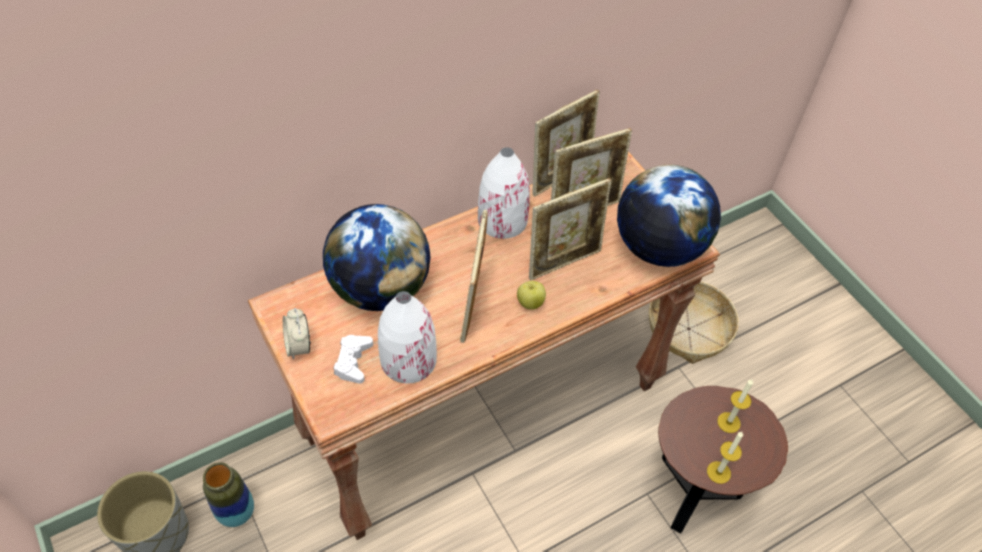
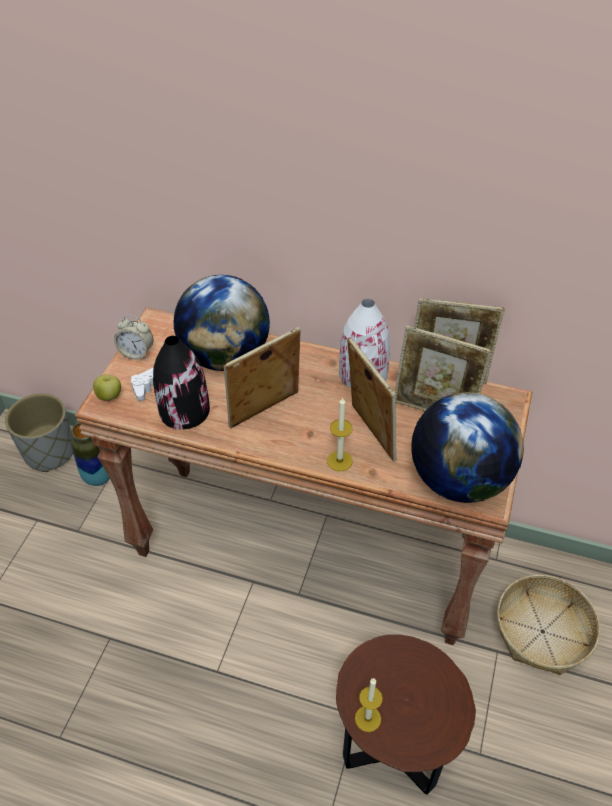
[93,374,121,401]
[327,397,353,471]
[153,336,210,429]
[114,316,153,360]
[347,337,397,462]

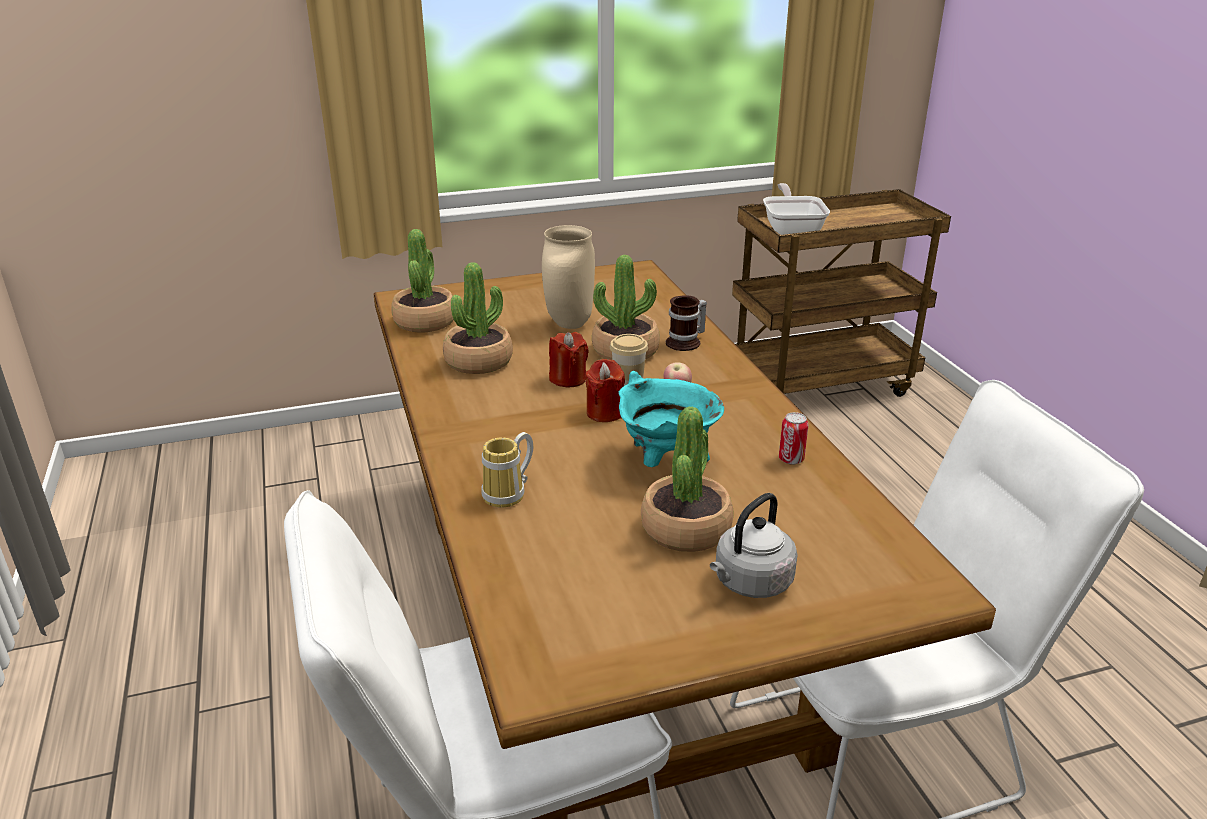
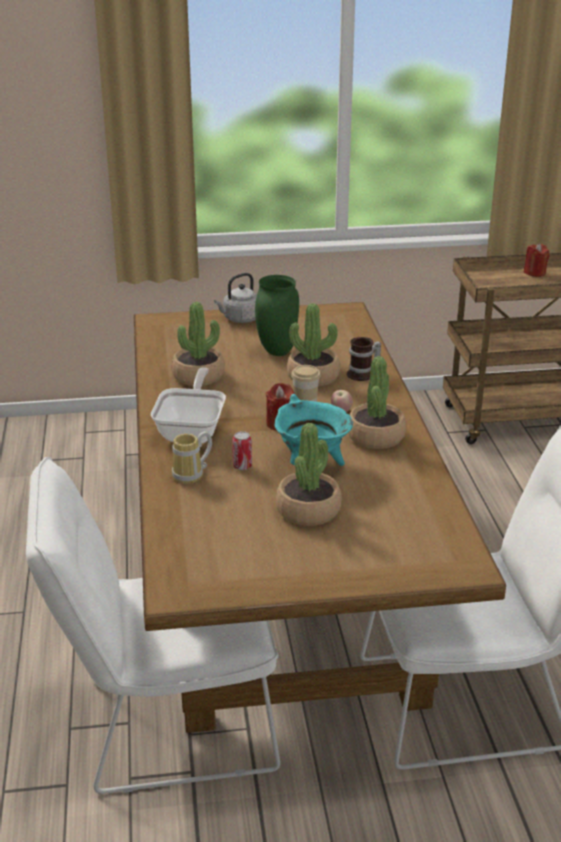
[348,356,406,449]
[523,243,550,277]
[214,273,257,323]
[151,368,226,444]
[232,431,252,470]
[255,275,299,356]

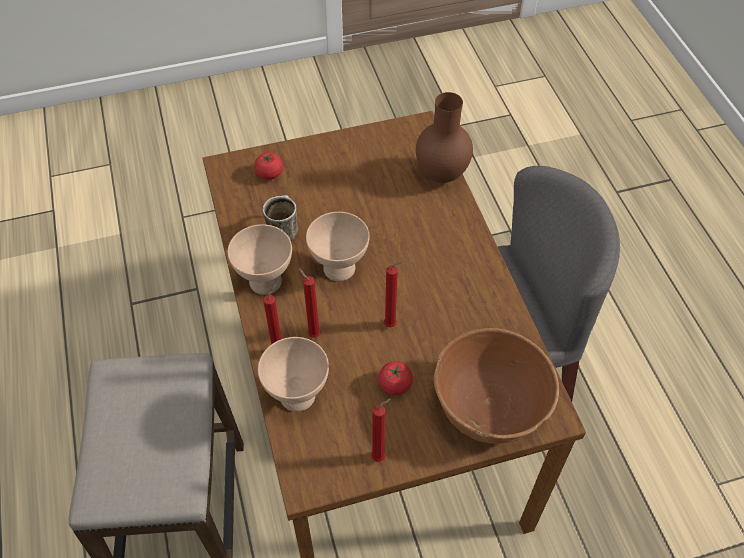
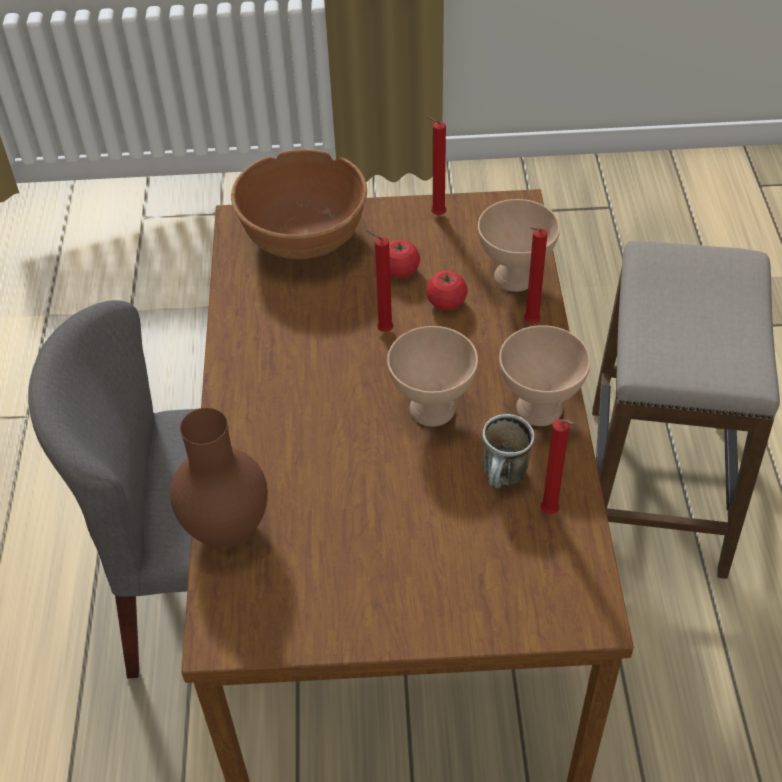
[426,271,468,310]
[541,419,575,514]

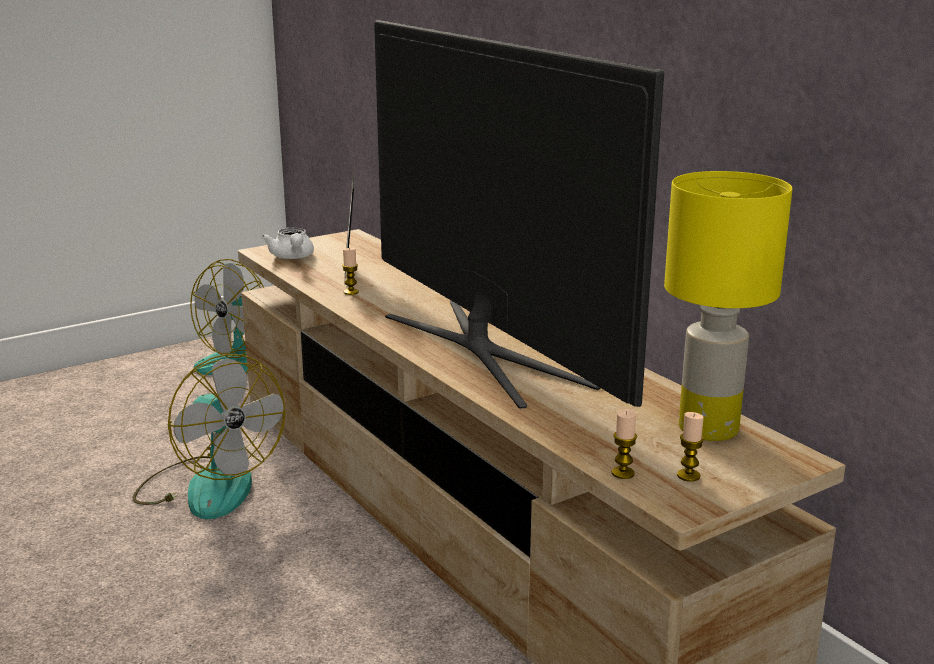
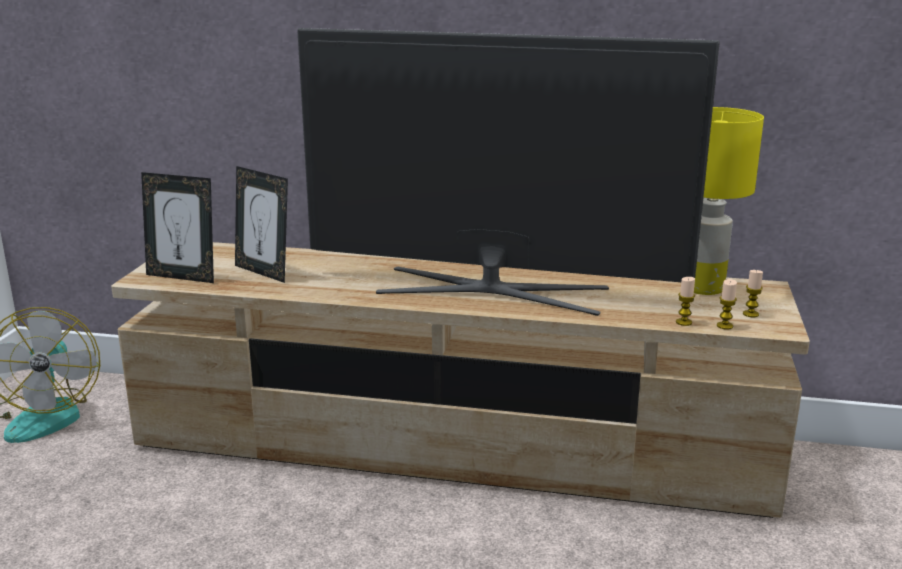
[133,354,285,519] (first image)
[676,277,695,326]
[141,172,214,283]

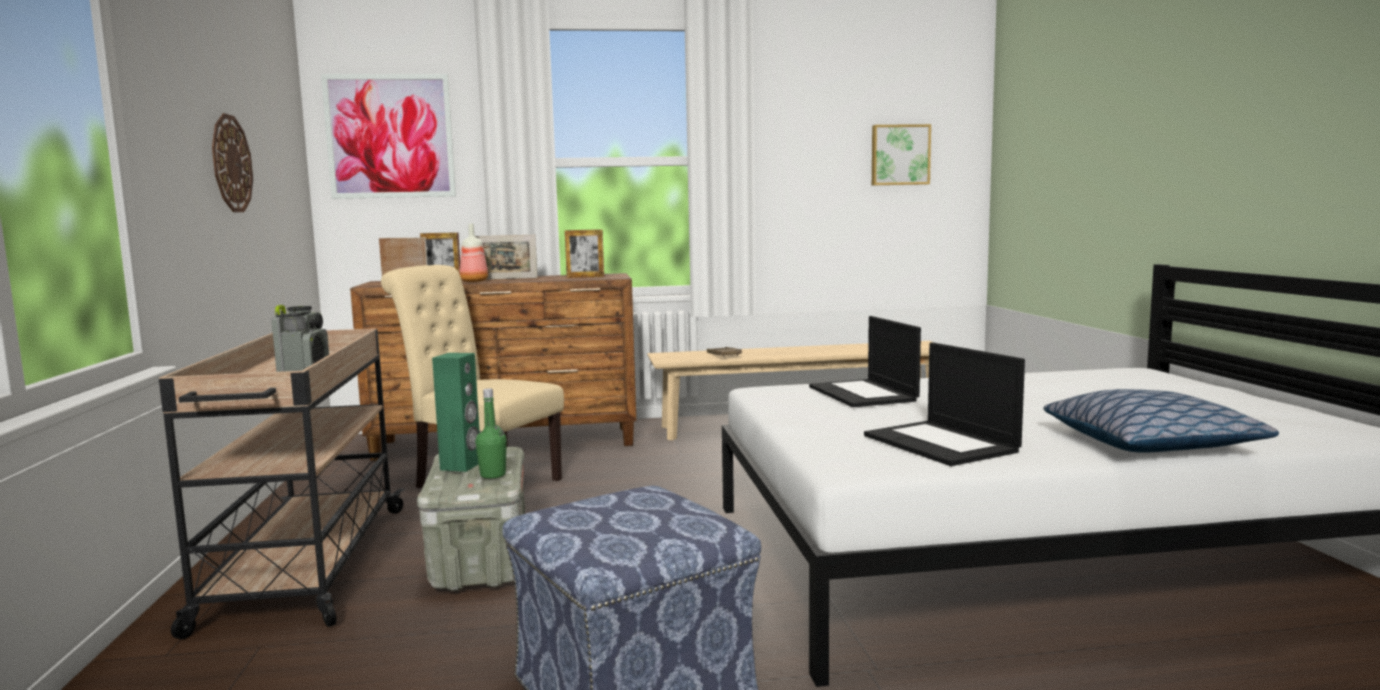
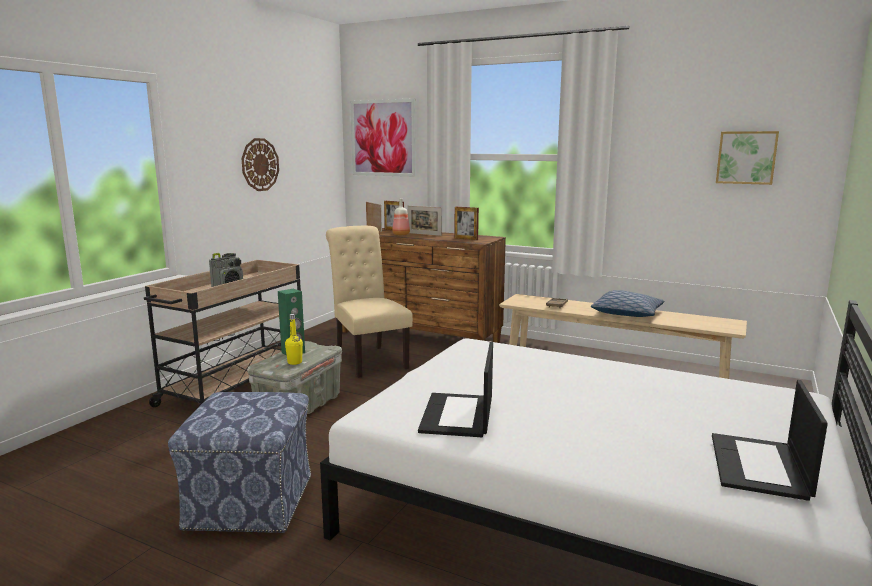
[712,380,828,501]
[591,290,664,317]
[285,314,303,365]

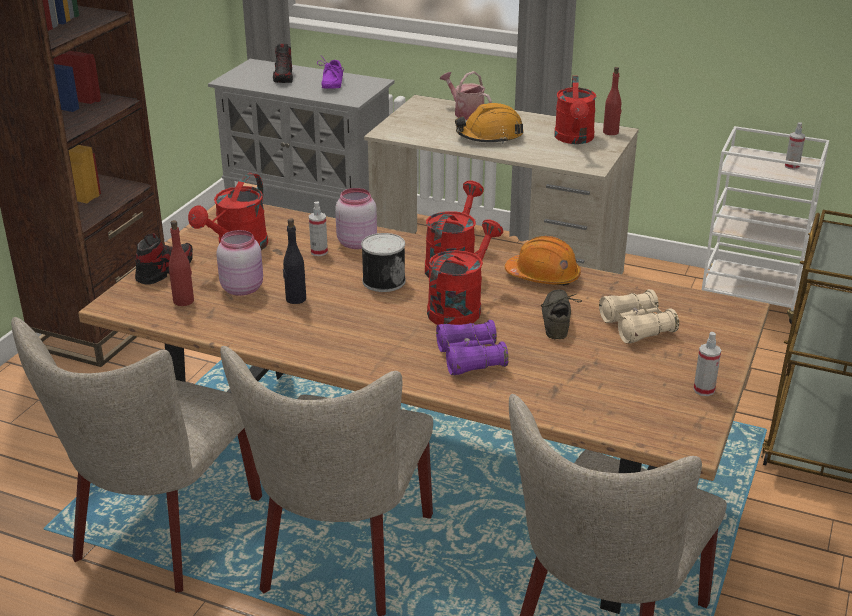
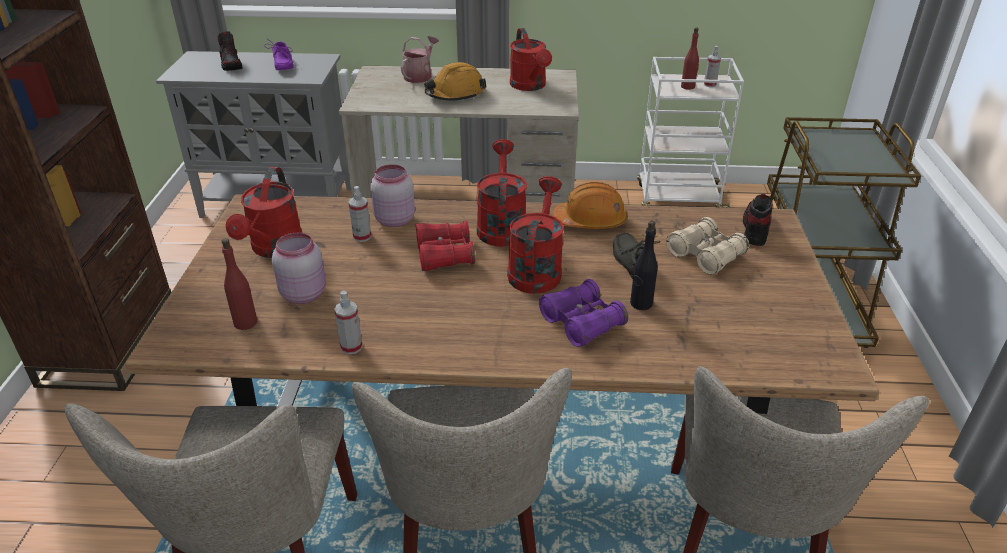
[743,194,773,246]
[630,221,658,310]
[681,28,699,90]
[334,291,363,355]
[416,221,475,271]
[401,36,439,83]

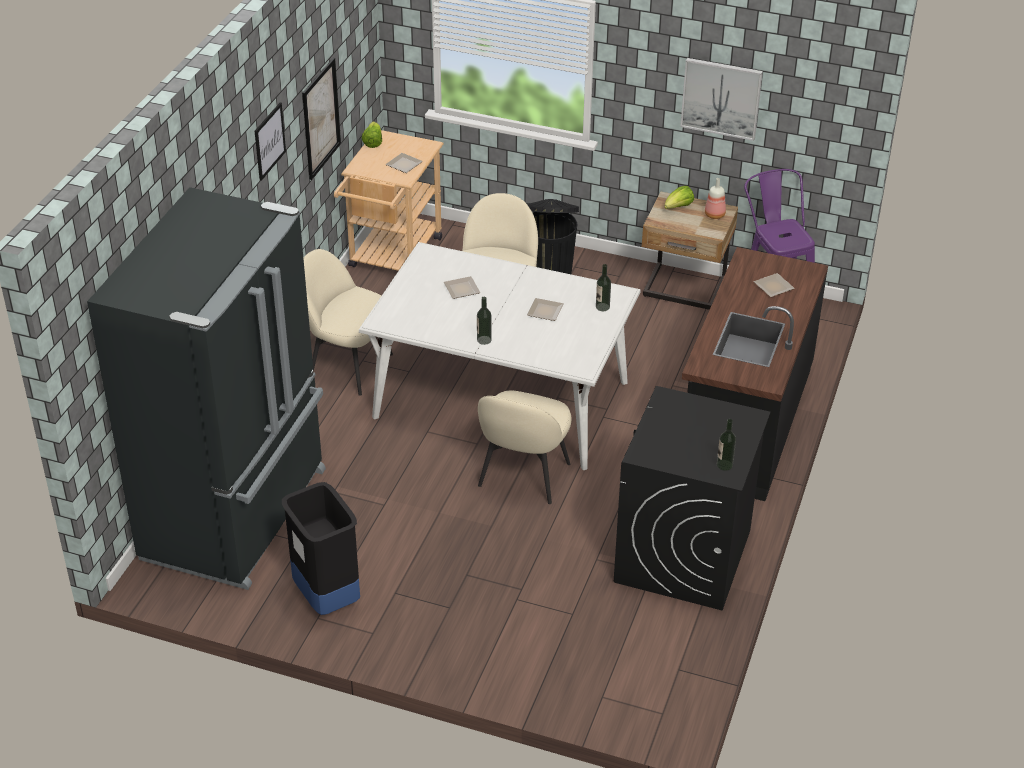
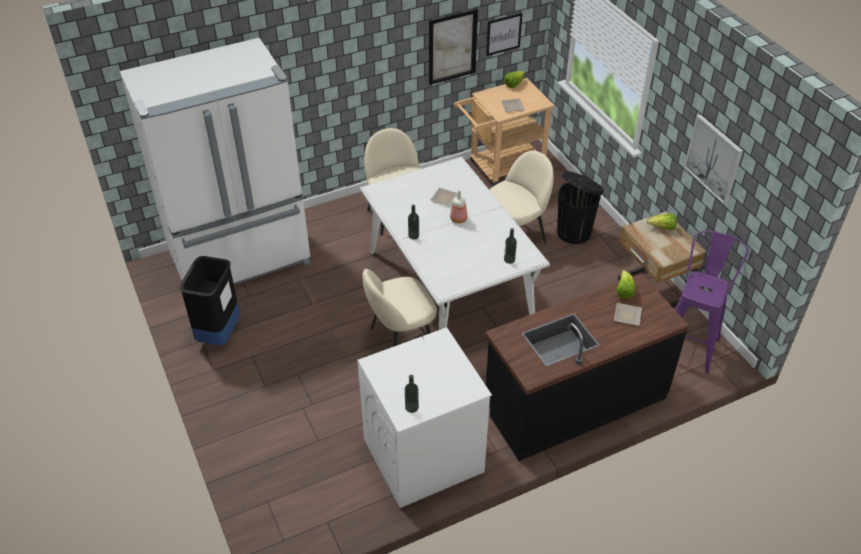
[527,298,564,321] (first image)
[616,270,636,299]
[486,13,523,56]
[450,191,468,223]
[120,38,310,285]
[357,327,492,508]

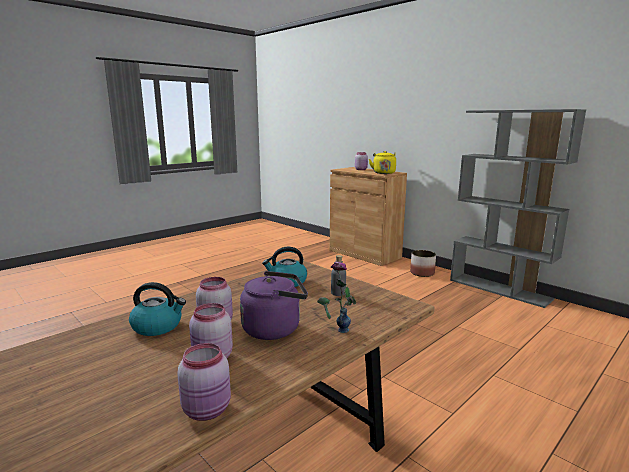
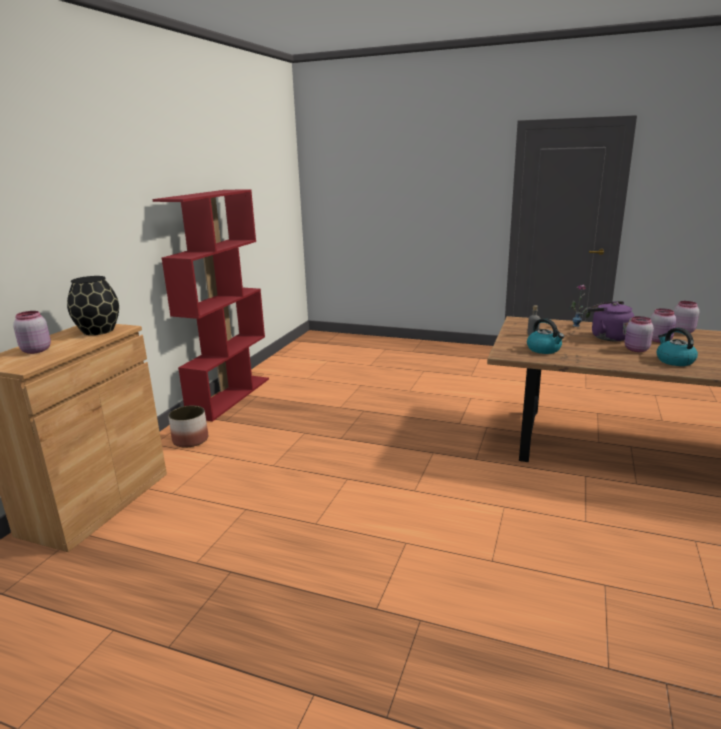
[67,276,119,335]
[153,190,269,422]

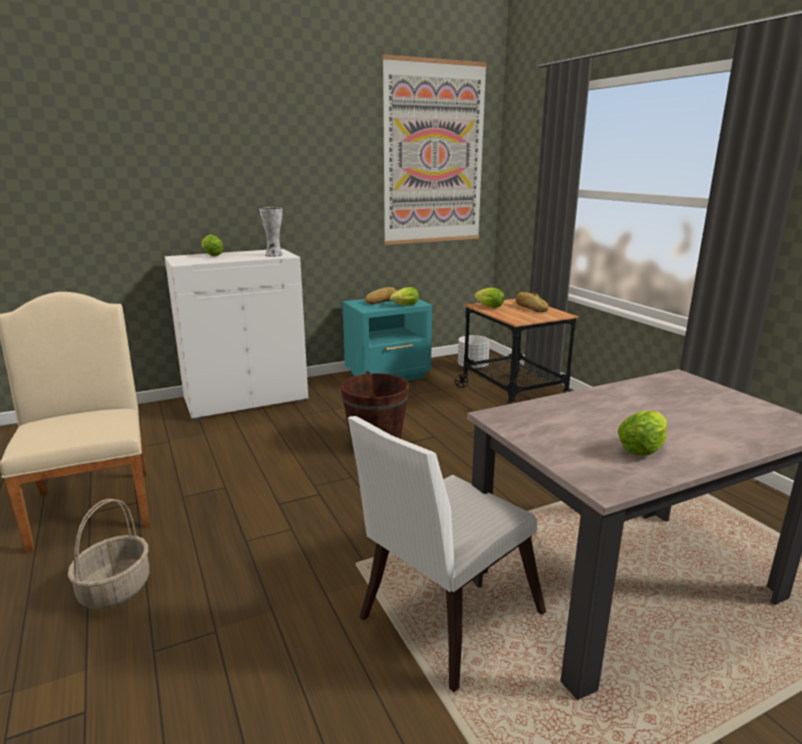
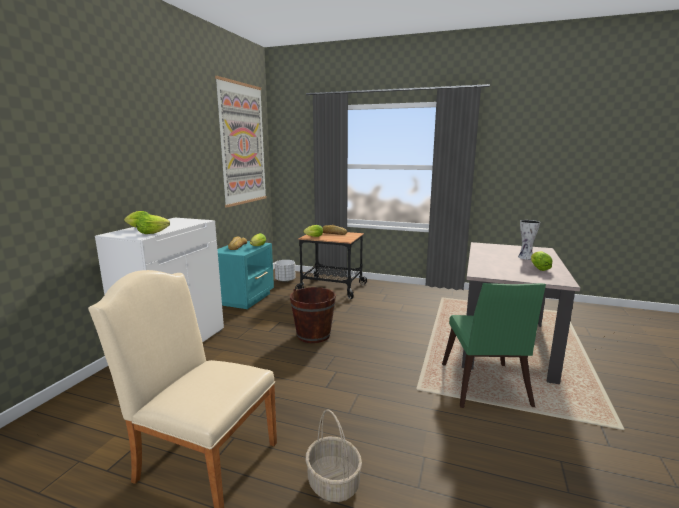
[136,215,170,234]
[518,220,540,260]
[442,283,546,408]

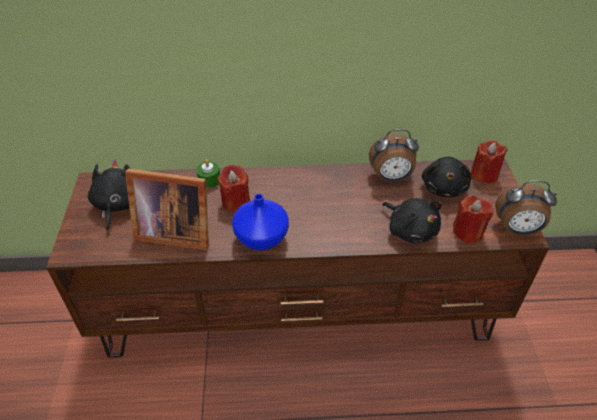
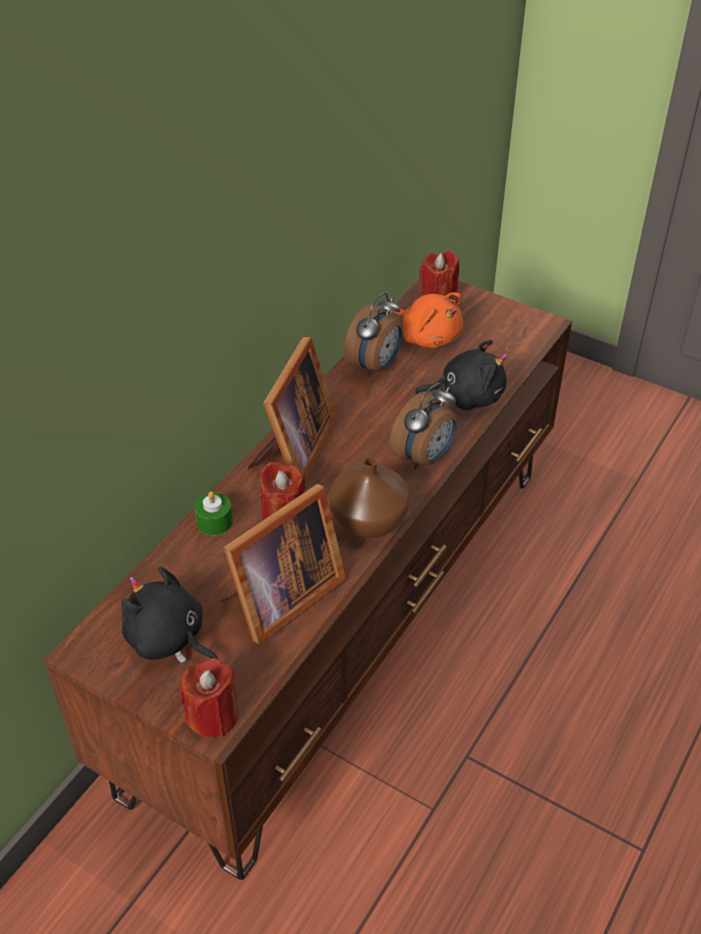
[247,337,337,480]
[180,658,238,738]
[389,383,457,469]
[329,457,410,538]
[390,292,463,348]

